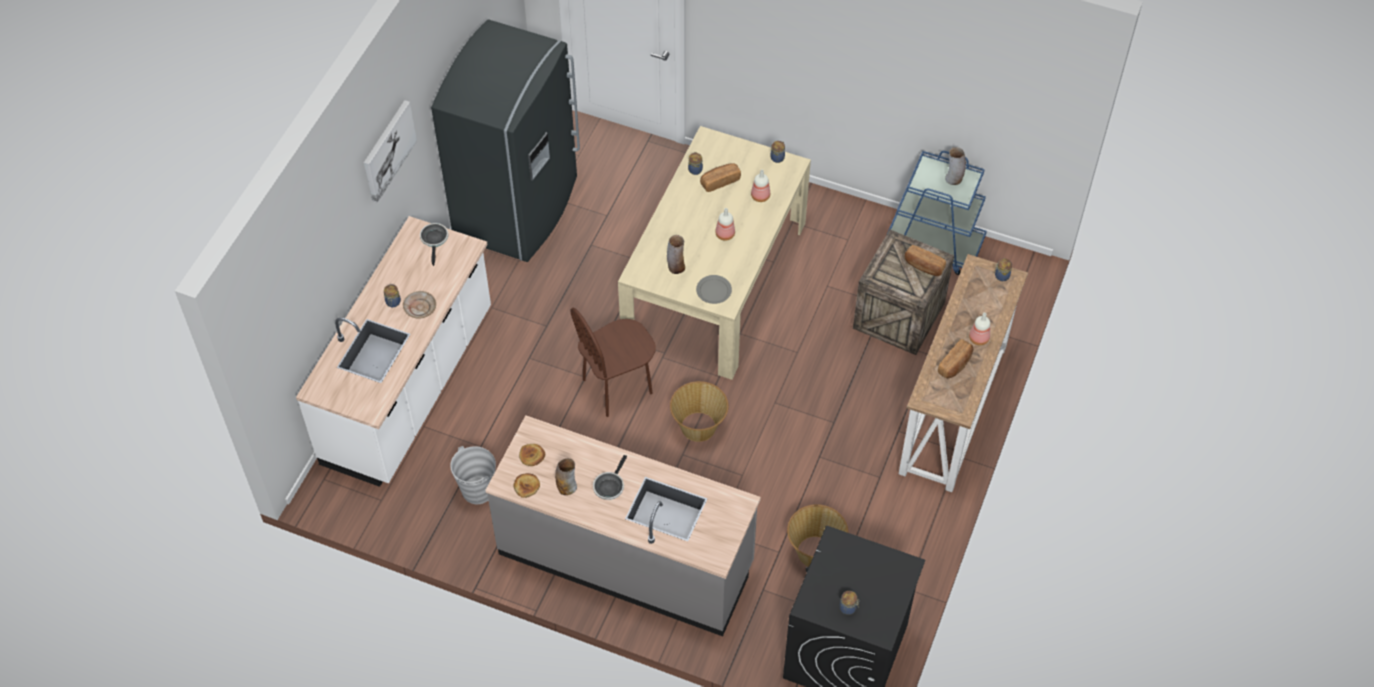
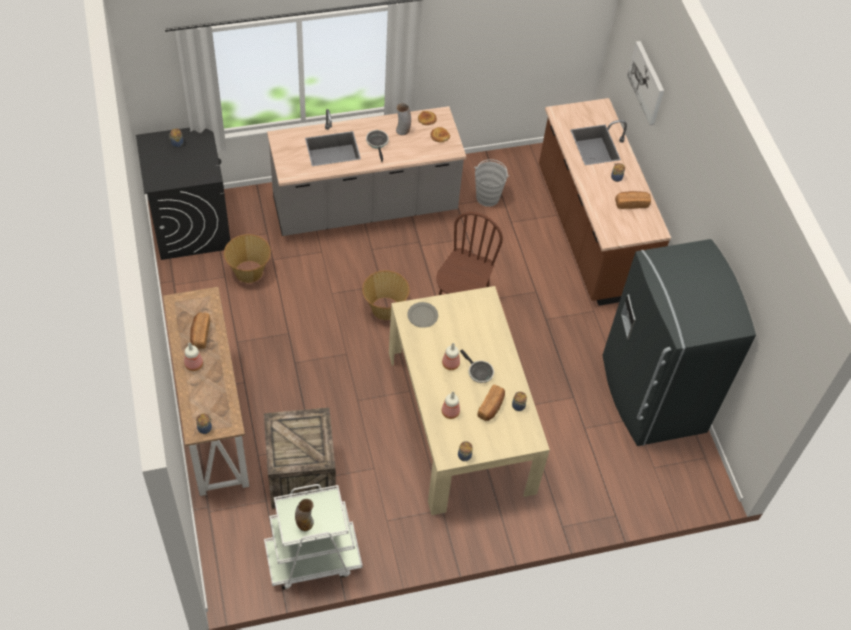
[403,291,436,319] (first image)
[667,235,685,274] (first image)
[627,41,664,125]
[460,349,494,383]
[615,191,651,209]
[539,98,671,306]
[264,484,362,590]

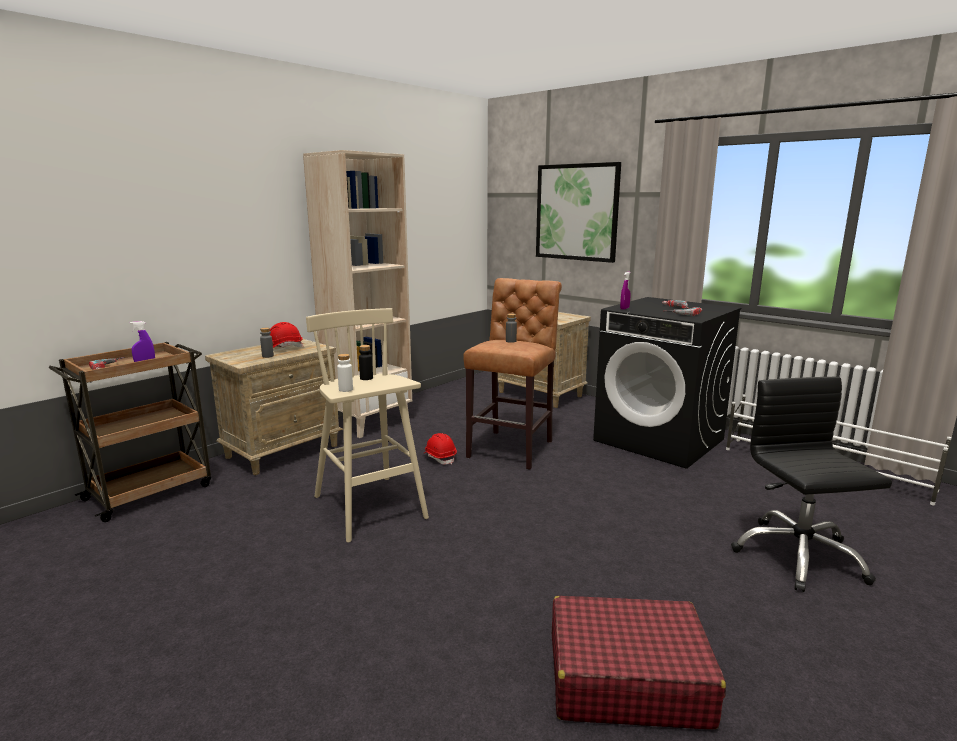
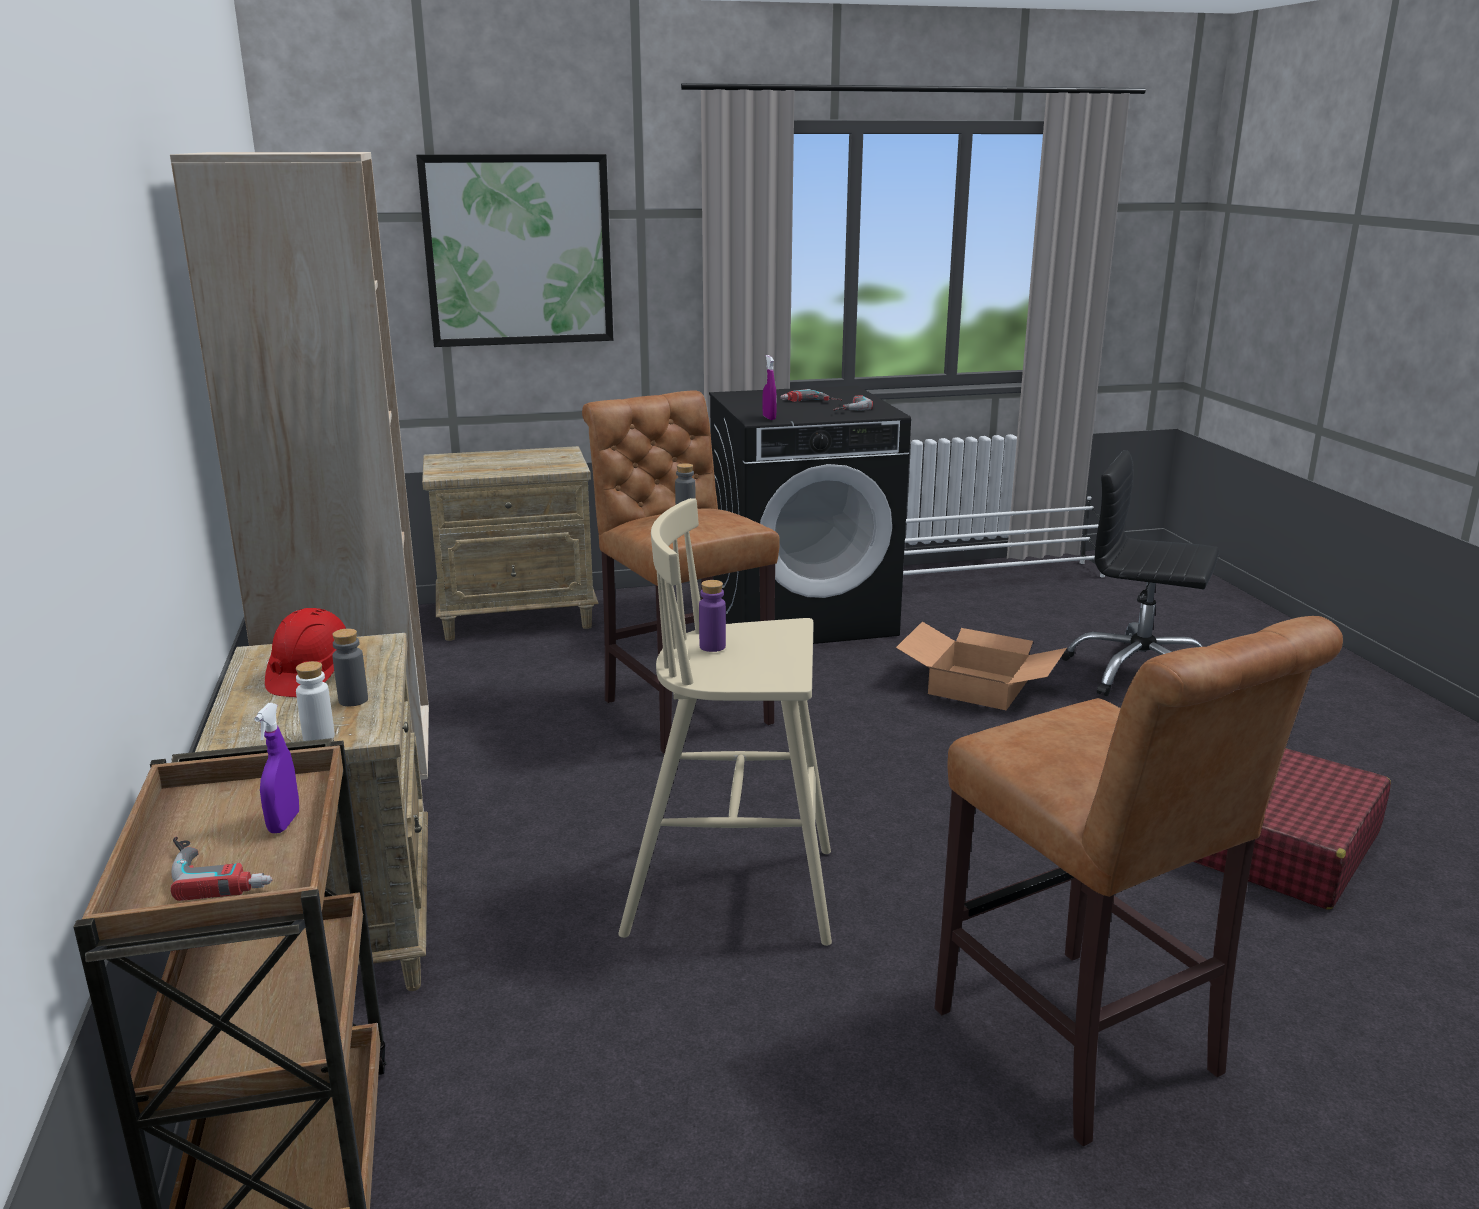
[424,433,457,465] (first image)
[896,622,1067,710]
[934,616,1343,1146]
[296,661,335,741]
[699,580,726,652]

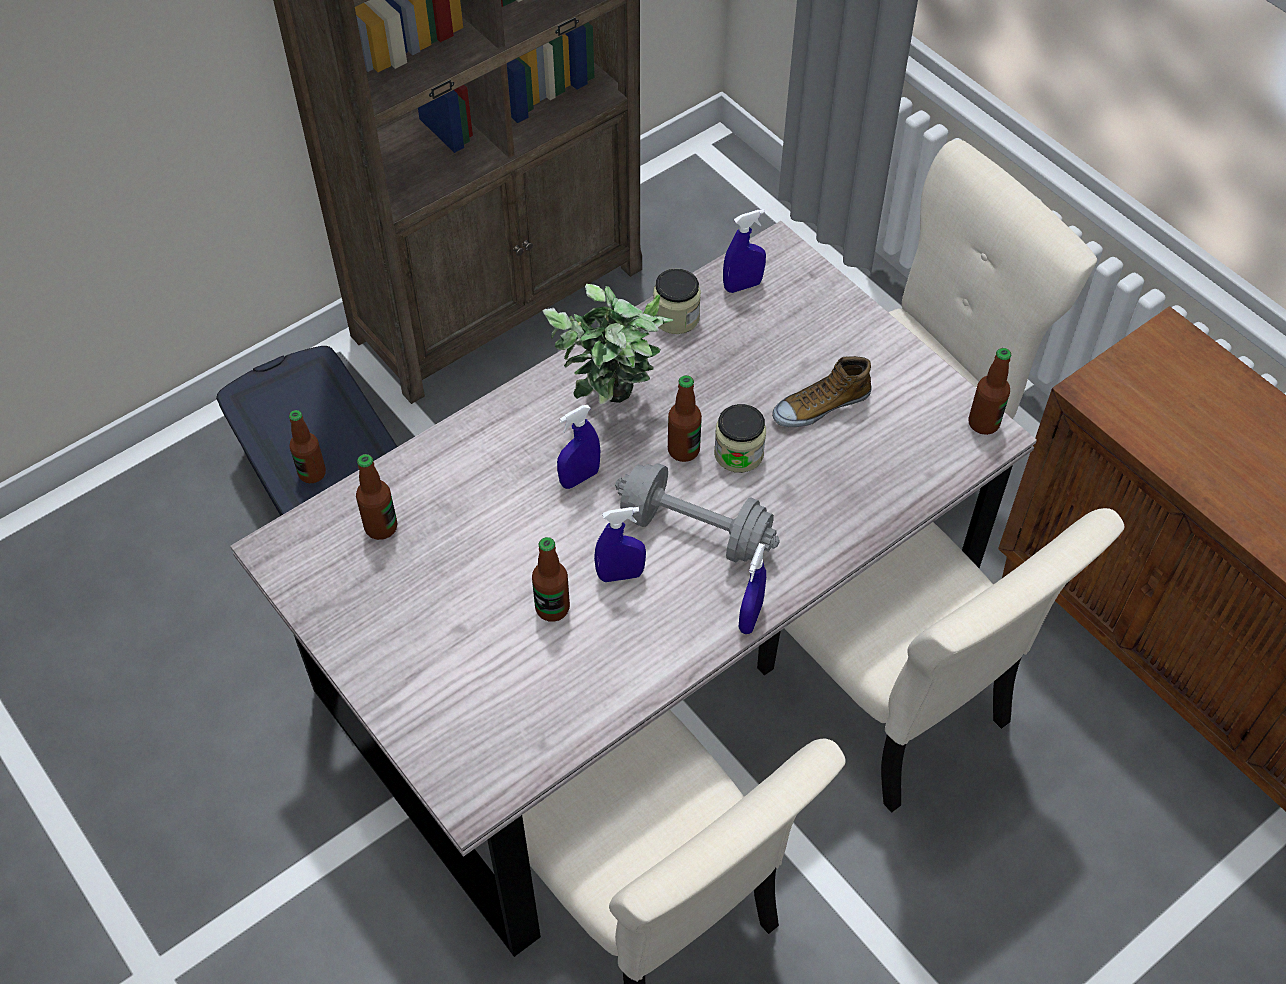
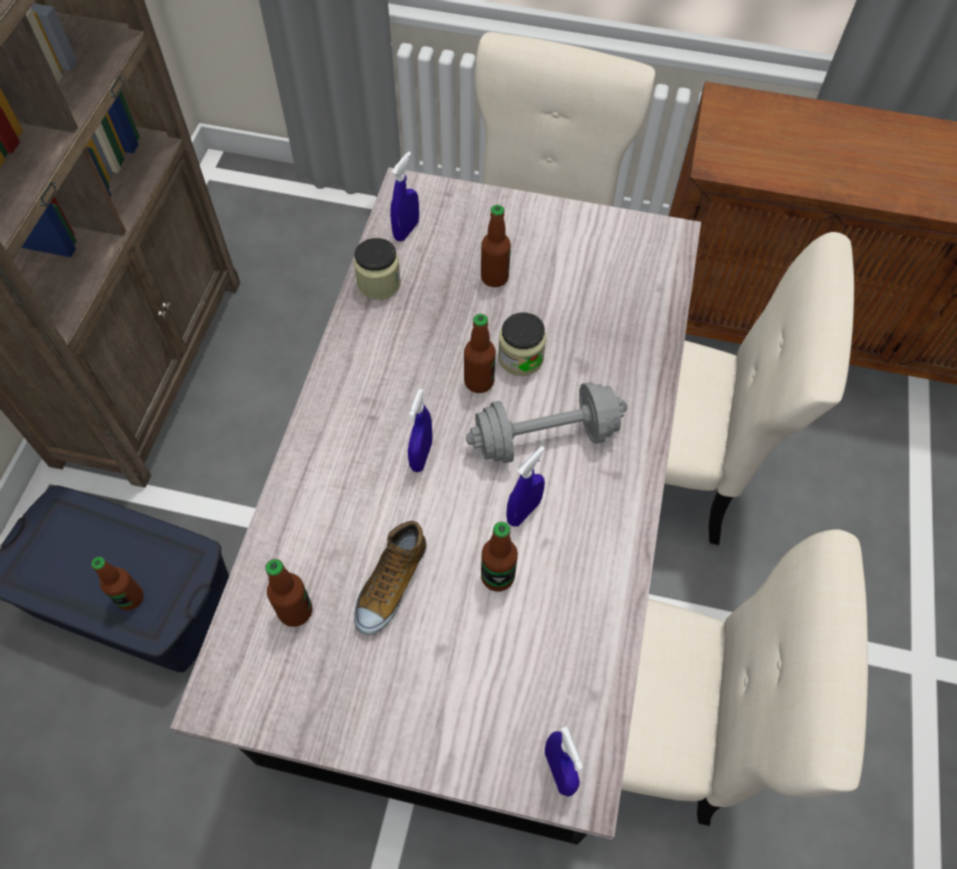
[542,284,674,404] (first image)
[545,726,583,797]
[354,521,427,635]
[481,205,511,287]

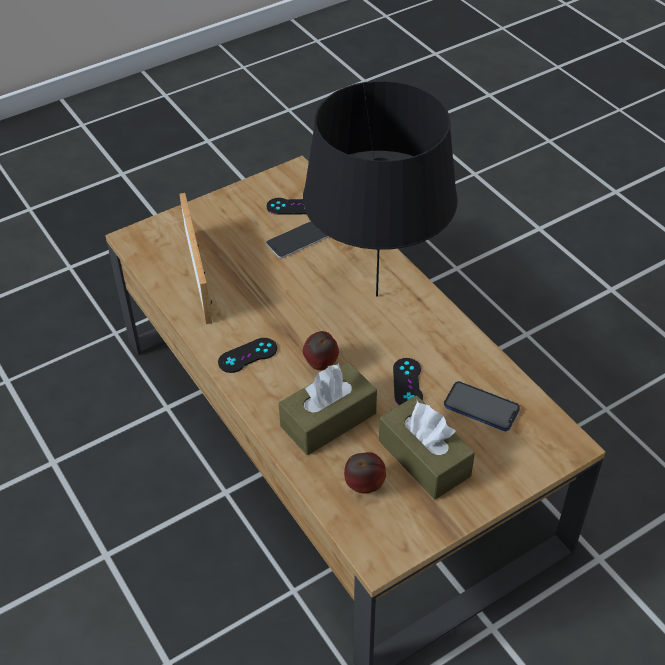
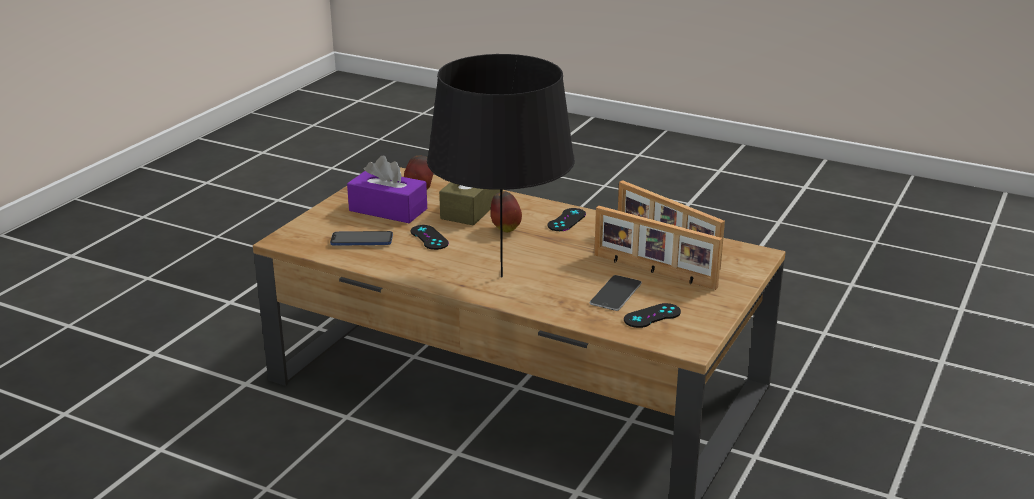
[594,206,722,290]
[347,155,427,223]

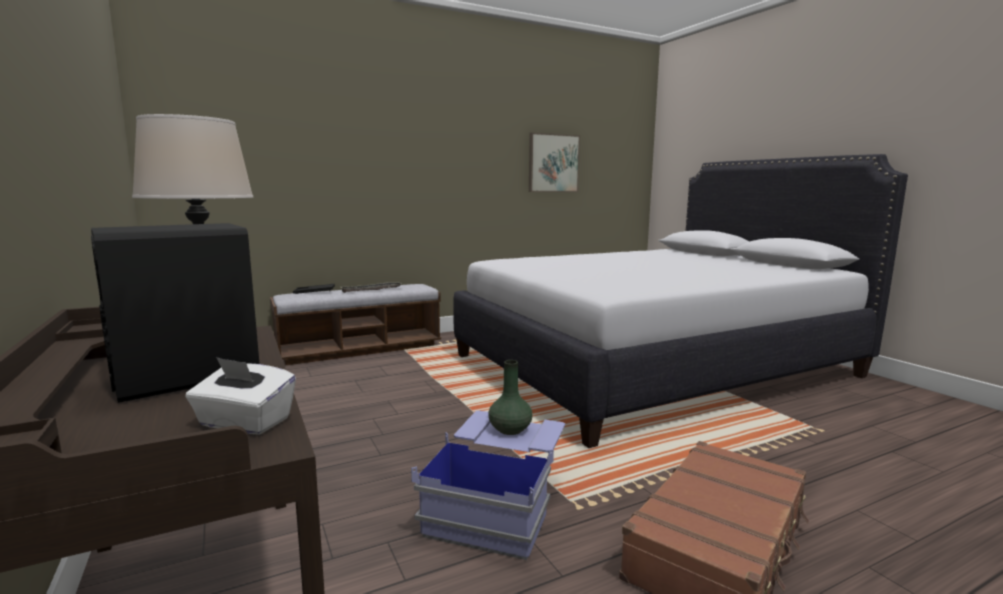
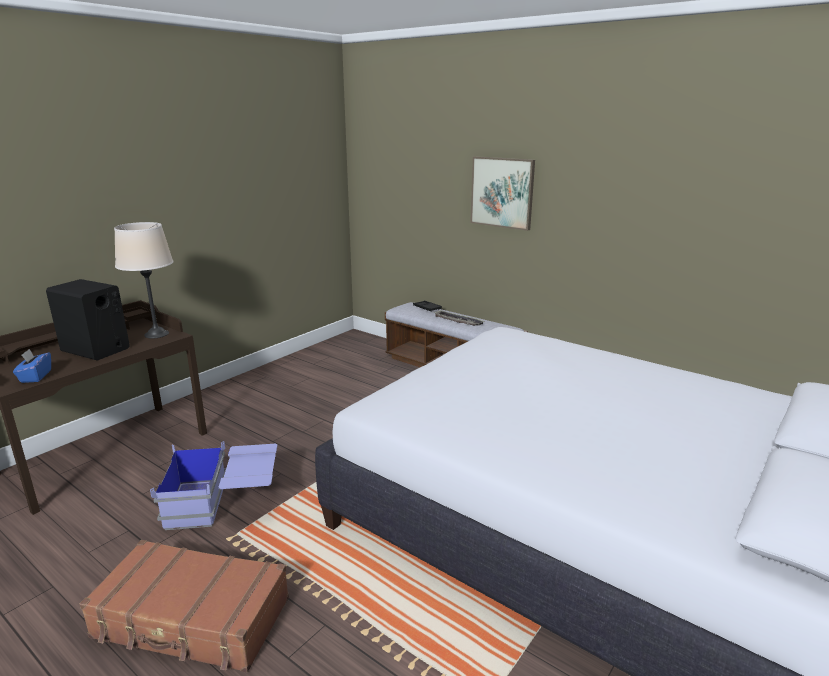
[488,360,533,435] (first image)
[470,156,535,231]
[13,349,51,383]

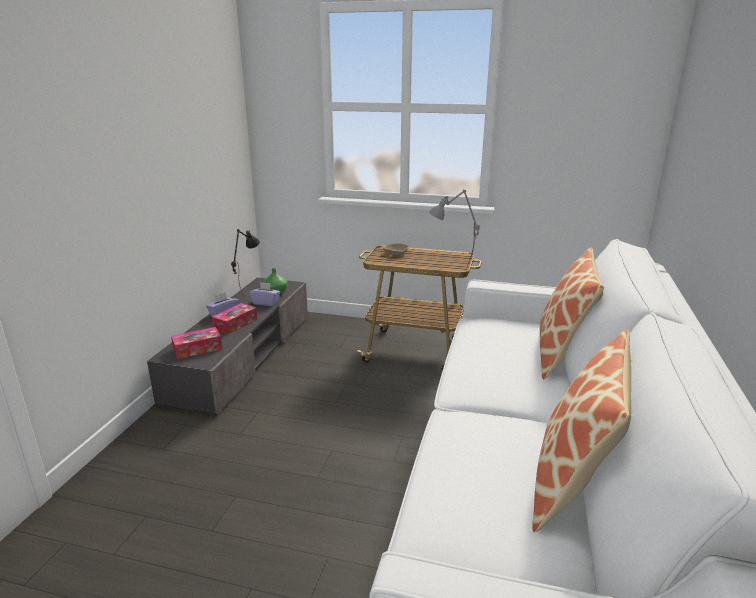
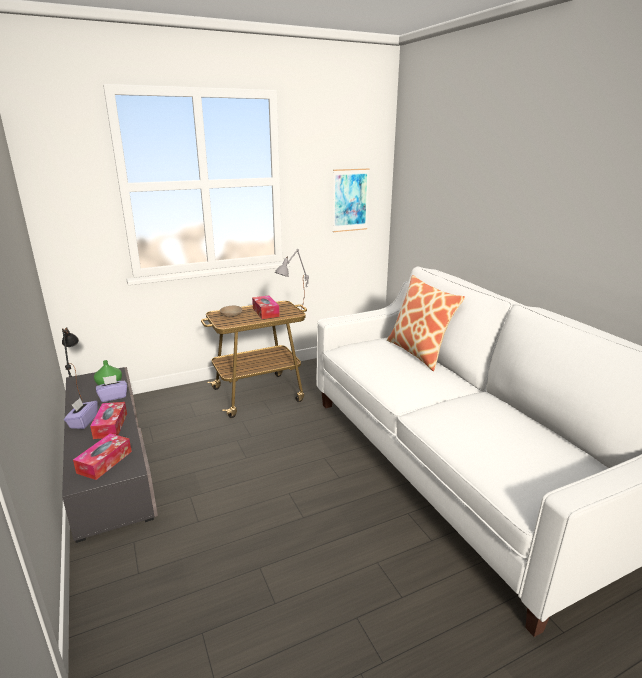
[532,329,631,533] (first image)
[252,295,280,319]
[333,168,369,232]

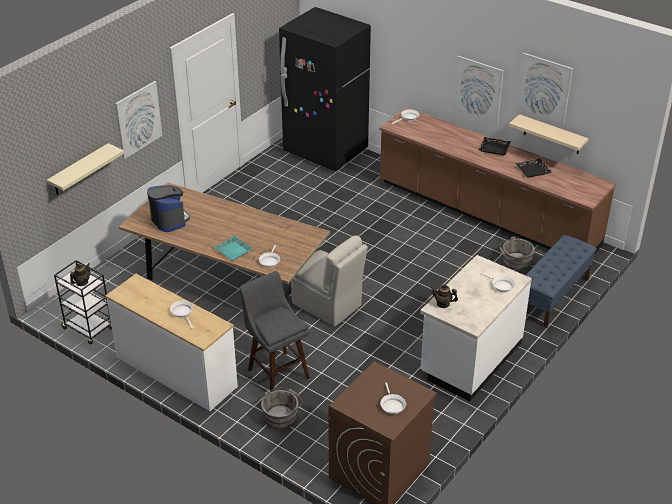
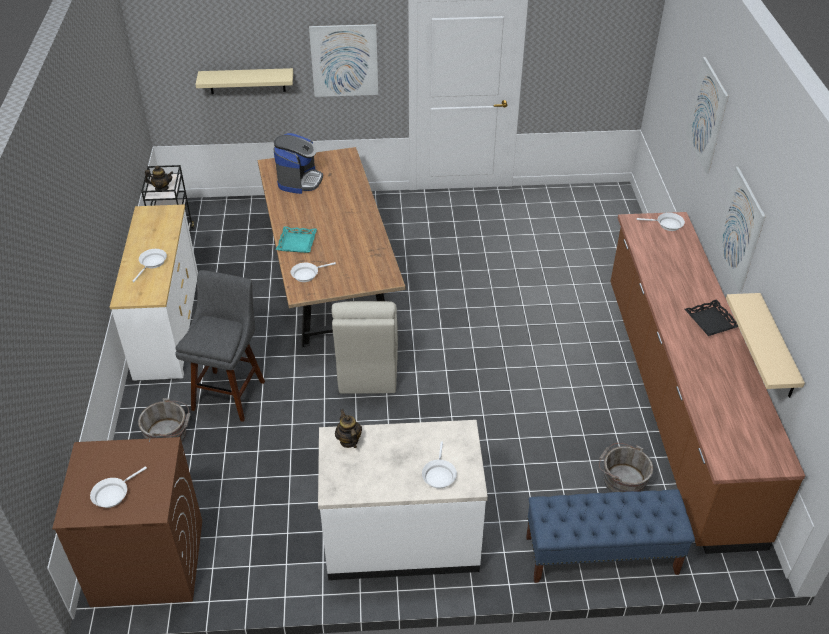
[279,7,371,172] (first image)
[515,158,552,178] (first image)
[686,57,728,174]

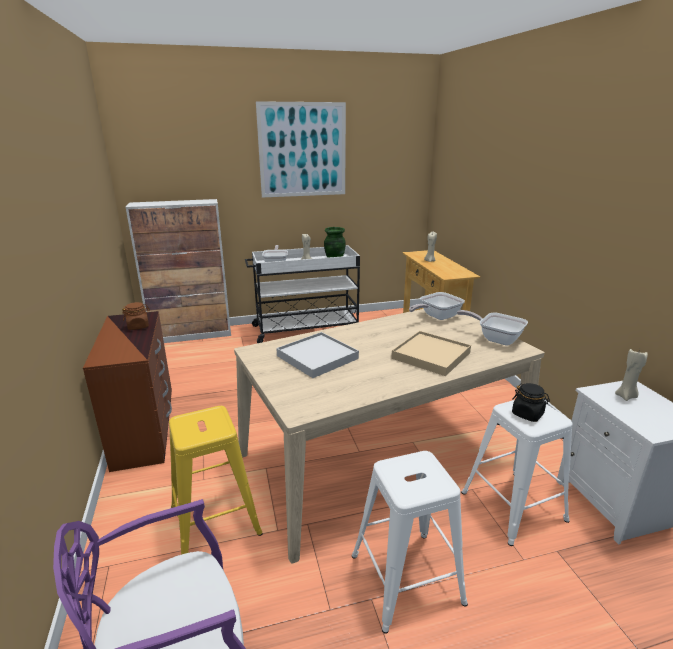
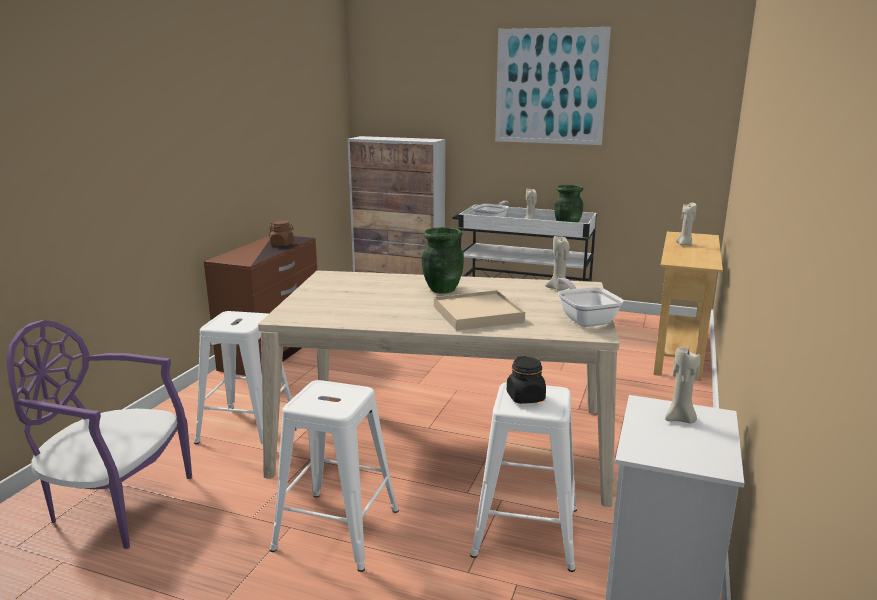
[276,332,359,378] (first image)
[422,227,464,294]
[545,236,570,291]
[194,311,292,444]

